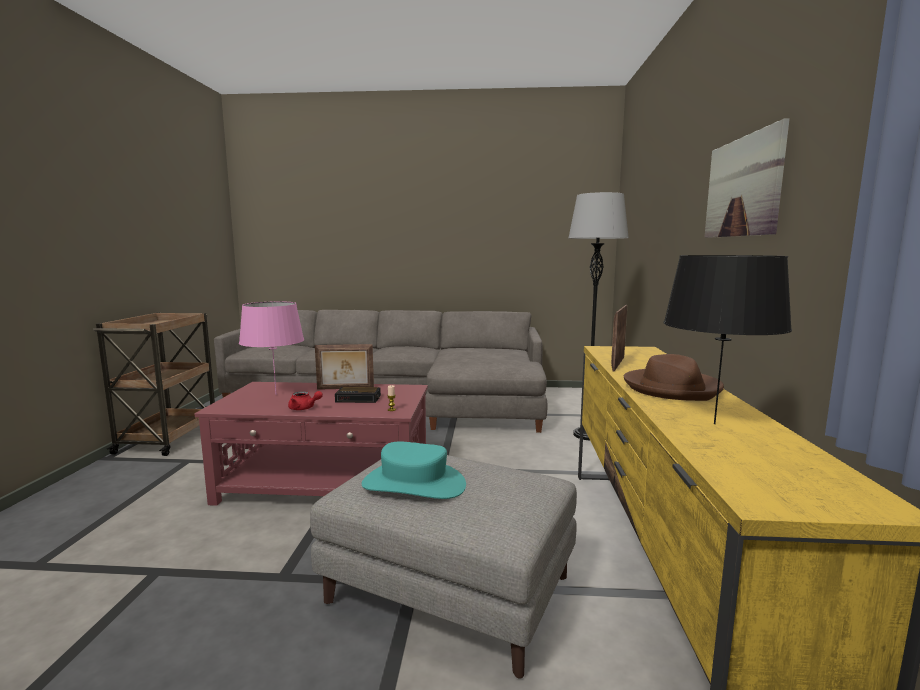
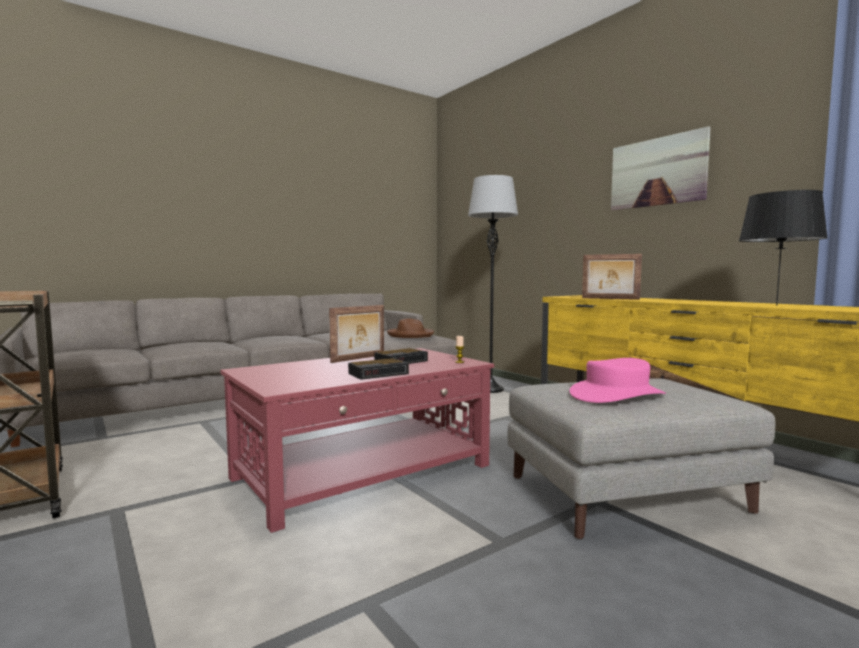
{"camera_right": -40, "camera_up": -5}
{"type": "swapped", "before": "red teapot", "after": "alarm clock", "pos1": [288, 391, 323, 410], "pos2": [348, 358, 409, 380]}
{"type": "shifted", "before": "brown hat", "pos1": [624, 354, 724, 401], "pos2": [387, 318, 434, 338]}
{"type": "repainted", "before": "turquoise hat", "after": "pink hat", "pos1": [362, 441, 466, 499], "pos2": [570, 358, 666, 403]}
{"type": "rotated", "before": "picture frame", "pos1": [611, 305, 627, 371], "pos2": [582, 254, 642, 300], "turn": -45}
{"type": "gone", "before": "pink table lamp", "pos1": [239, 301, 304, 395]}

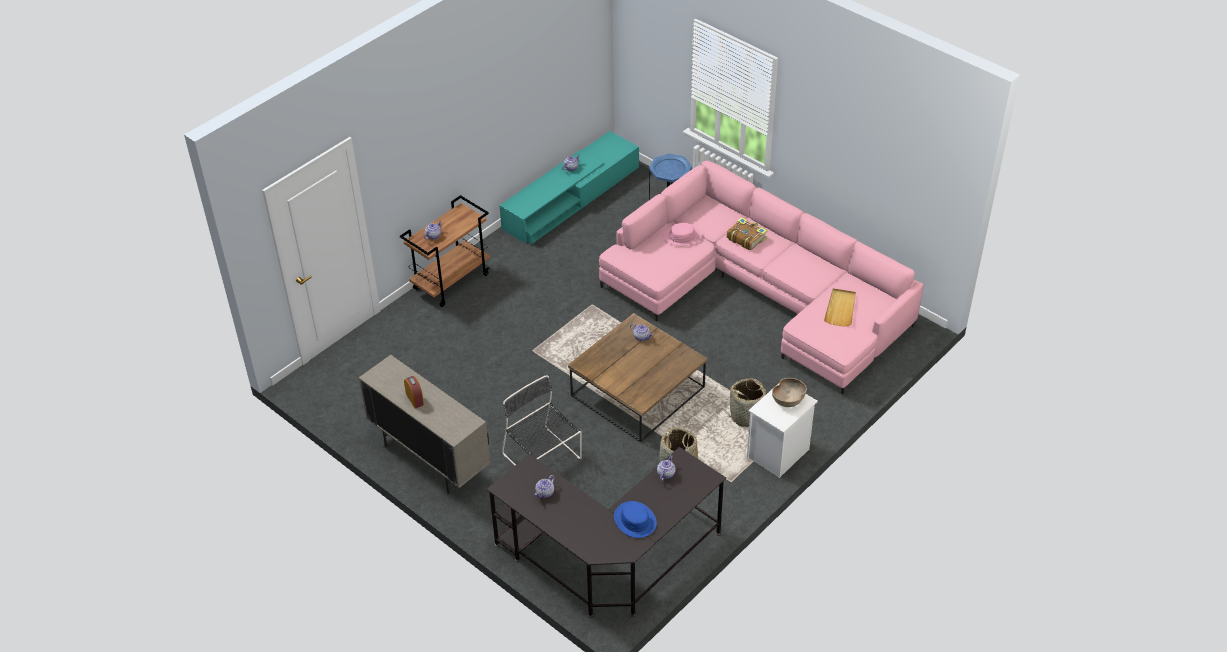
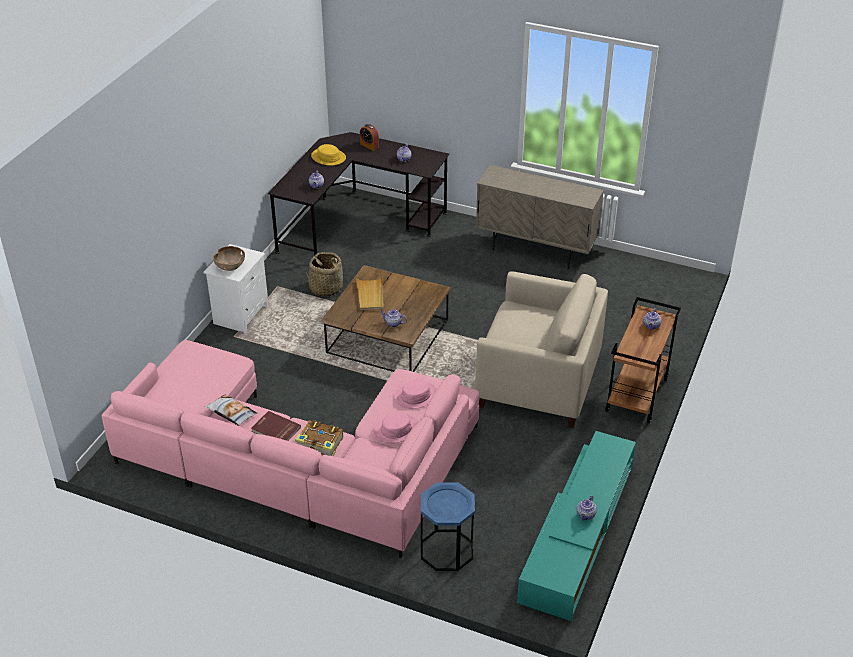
{"camera_right": 160, "camera_up": -5}
{"type": "new", "after": "pillow", "pos2": [205, 395, 257, 426]}
{"type": "new", "after": "red book", "pos2": [251, 411, 301, 441]}
{"type": "repainted", "before": "blue hat", "after": "yellow hat", "pos1": [614, 501, 657, 538], "pos2": [311, 144, 346, 166]}
{"type": "shifted", "before": "beige tray", "pos1": [824, 288, 856, 327], "pos2": [356, 276, 384, 310]}
{"type": "shifted", "before": "alarm clock", "pos1": [404, 376, 424, 408], "pos2": [360, 124, 379, 151]}
{"type": "new", "after": "pink hat", "pos2": [394, 379, 437, 409]}
{"type": "new", "after": "beige armchair", "pos2": [475, 271, 608, 428]}
{"type": "gone", "before": "black chair", "pos1": [502, 375, 582, 465]}
{"type": "gone", "before": "basket", "pos1": [726, 378, 767, 427]}

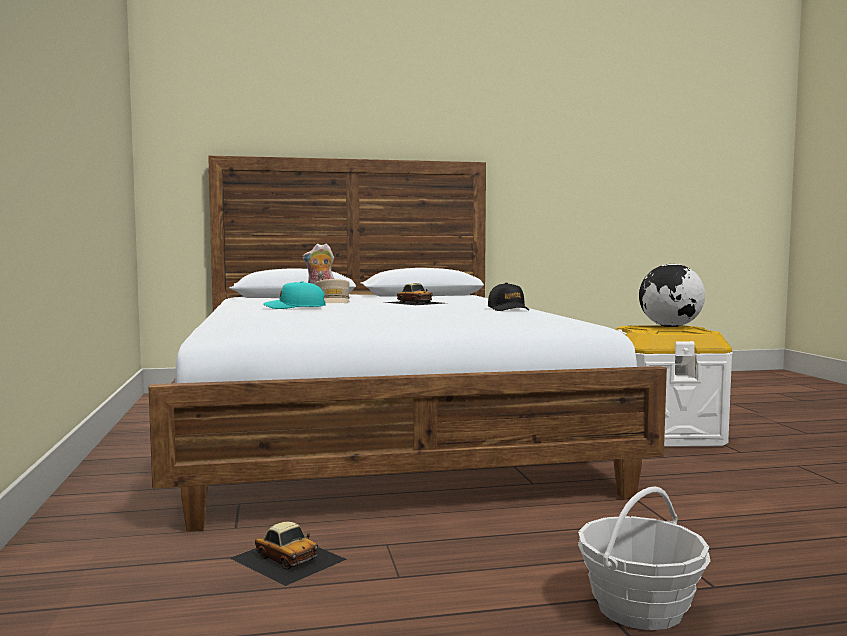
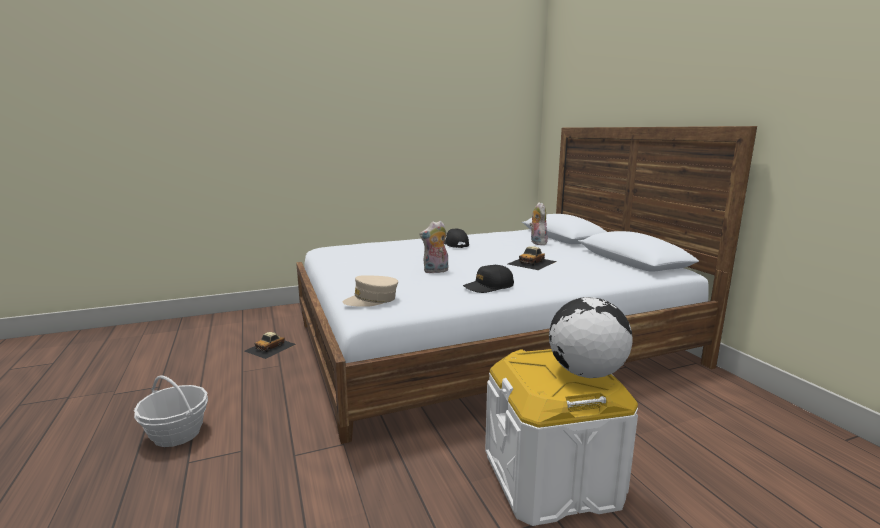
{"camera_right": 80, "camera_up": 10}
{"type": "shifted", "before": "beige cap", "pos1": [314, 279, 350, 303], "pos2": [343, 275, 398, 307]}
{"type": "new", "after": "plush toy", "pos2": [420, 221, 448, 273]}
{"type": "repainted", "before": "turquoise cap", "after": "black cap", "pos1": [263, 281, 325, 309], "pos2": [444, 228, 469, 248]}

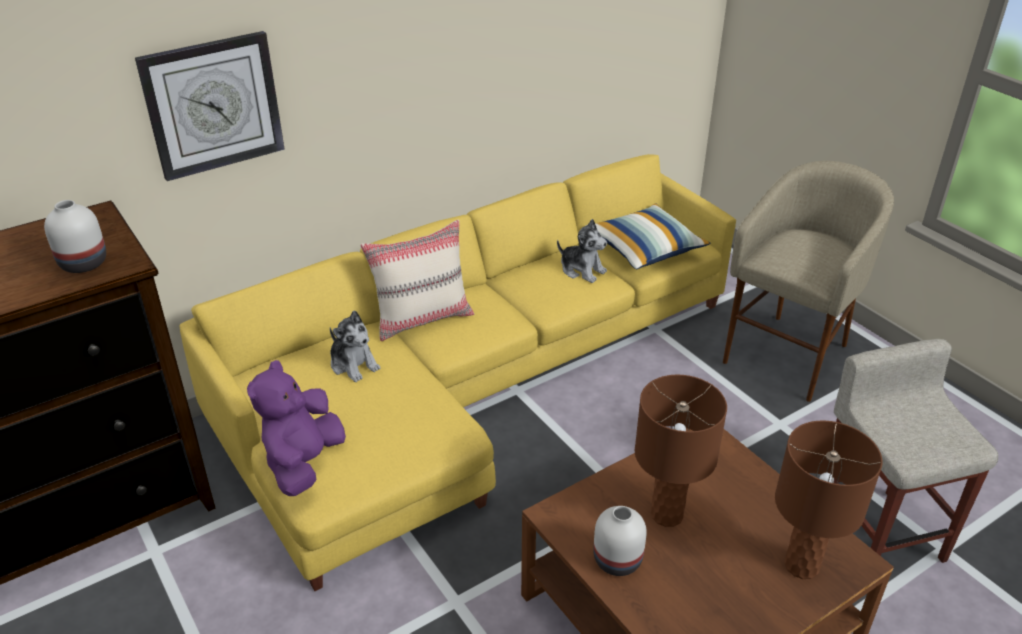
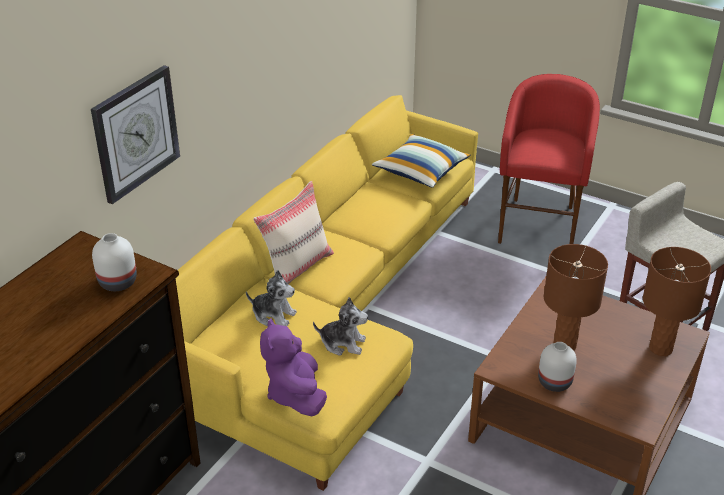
{"camera_right": -25, "camera_up": 0}
{"type": "shifted", "before": "plush toy", "pos1": [557, 219, 607, 283], "pos2": [313, 297, 368, 356]}
{"type": "repainted", "before": "beige stool", "after": "red stool", "pos1": [723, 161, 894, 402], "pos2": [498, 74, 600, 244]}

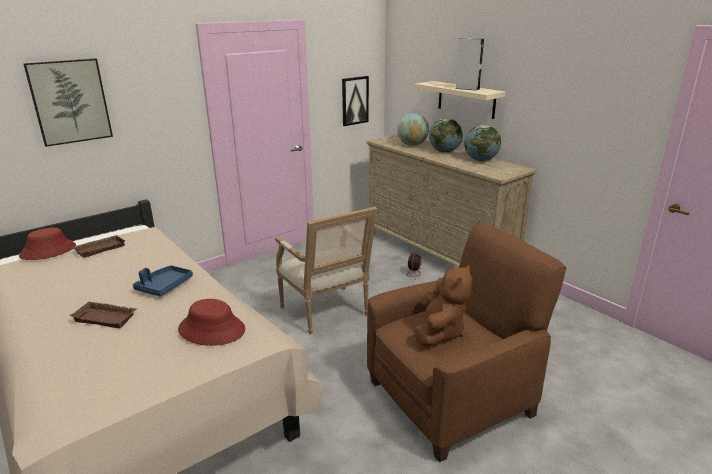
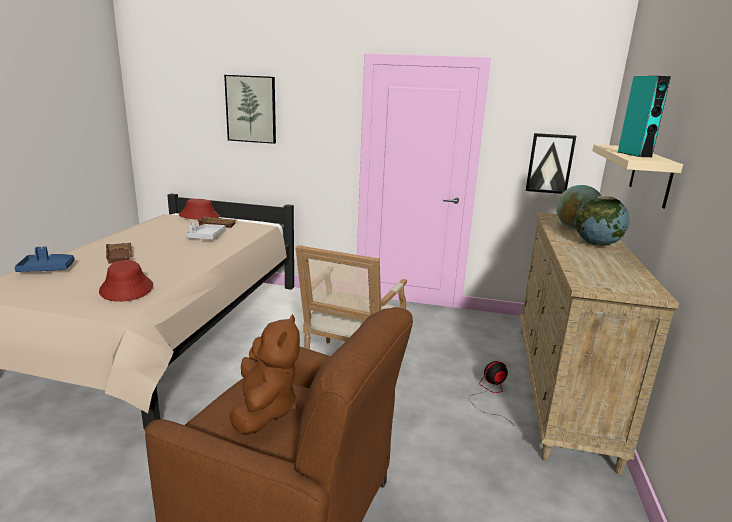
{"camera_right": 50, "camera_up": -5}
{"type": "shifted", "before": "blue tray", "pos1": [133, 265, 193, 297], "pos2": [15, 247, 75, 272]}
{"type": "new", "after": "grey tray", "pos2": [186, 223, 226, 239]}
{"type": "rotated", "before": "brown plush toy", "pos1": [414, 264, 472, 346], "pos2": [229, 314, 300, 435], "turn": -75}
{"type": "repainted", "before": "grey speaker", "after": "turquoise speaker", "pos1": [456, 38, 484, 91], "pos2": [618, 76, 671, 157]}
{"type": "gone", "before": "globe", "pos1": [464, 125, 501, 161]}

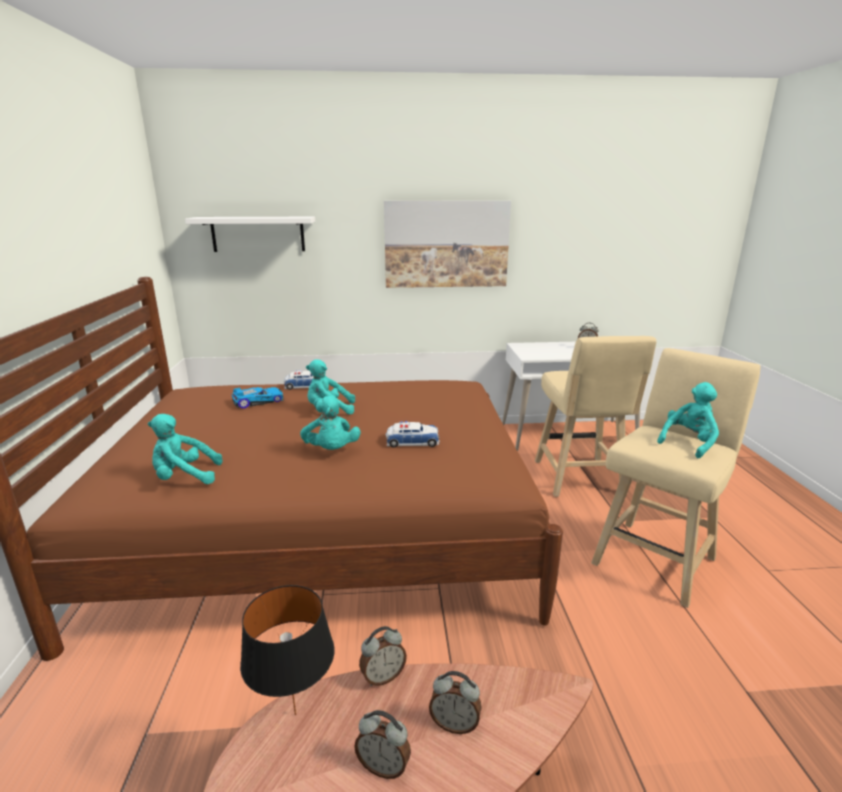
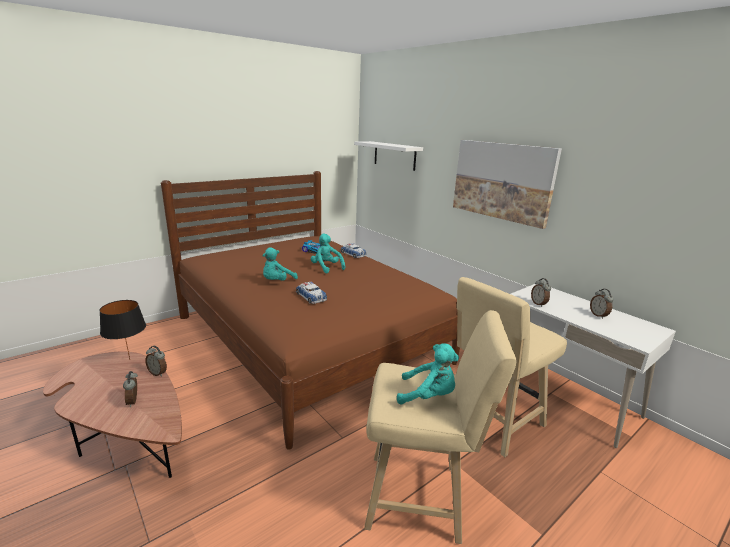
{"camera_right": 55, "camera_up": 0}
{"type": "shifted", "before": "alarm clock", "pos1": [354, 710, 411, 779], "pos2": [531, 278, 551, 307]}
{"type": "gone", "before": "turquoise plush toy", "pos1": [148, 414, 223, 484]}

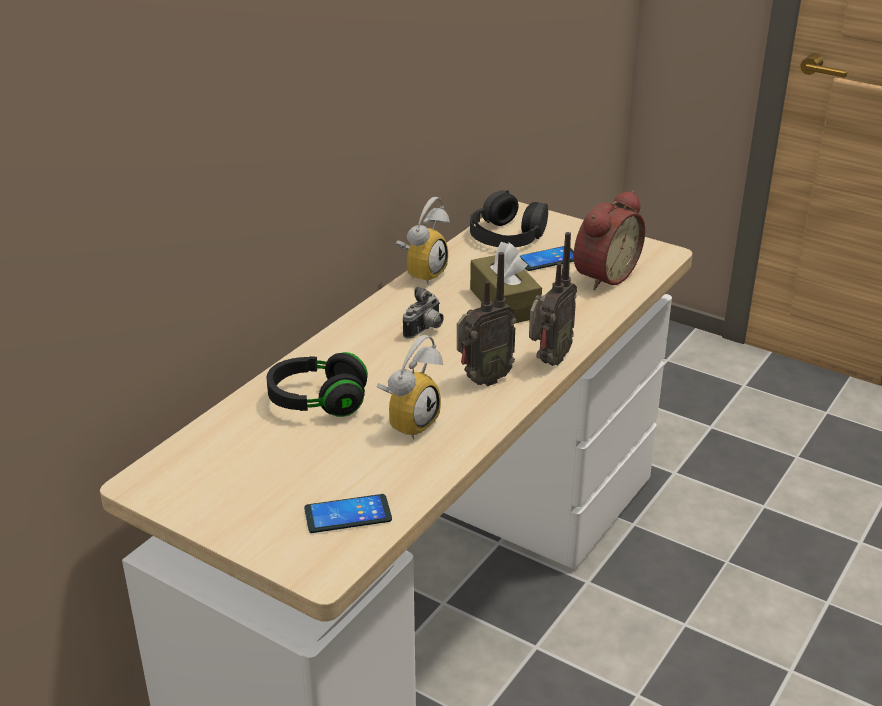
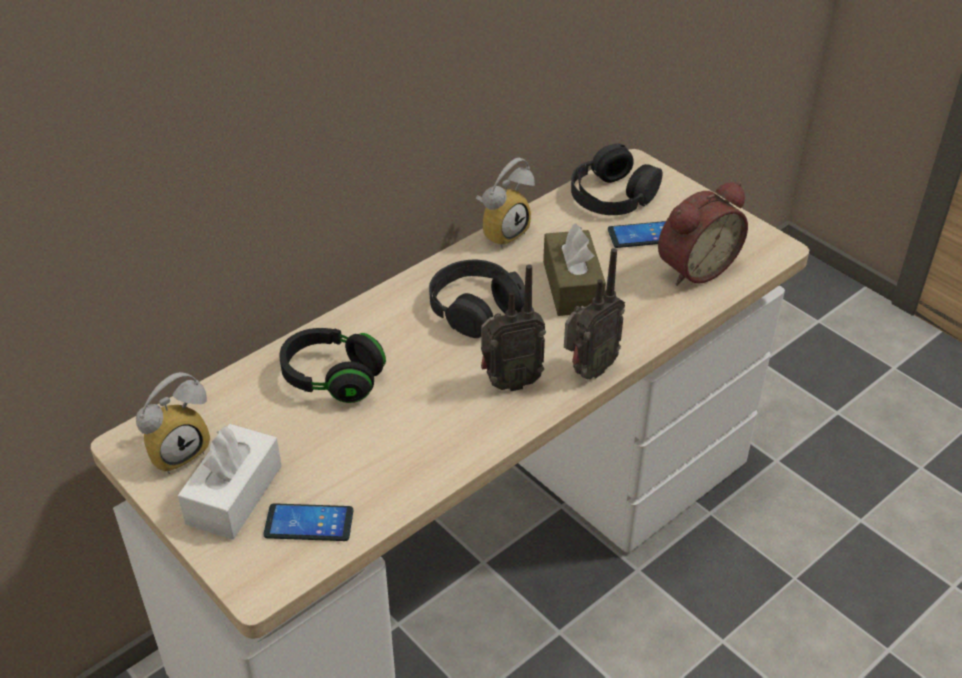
{"camera_right": 15, "camera_up": 10}
{"type": "shifted", "before": "alarm clock", "pos1": [377, 335, 443, 440], "pos2": [136, 372, 210, 474]}
{"type": "new", "after": "white tissue box", "pos2": [178, 424, 282, 540]}
{"type": "swapped", "before": "photo camera", "after": "black headphones", "pos1": [403, 287, 444, 339], "pos2": [429, 260, 525, 338]}

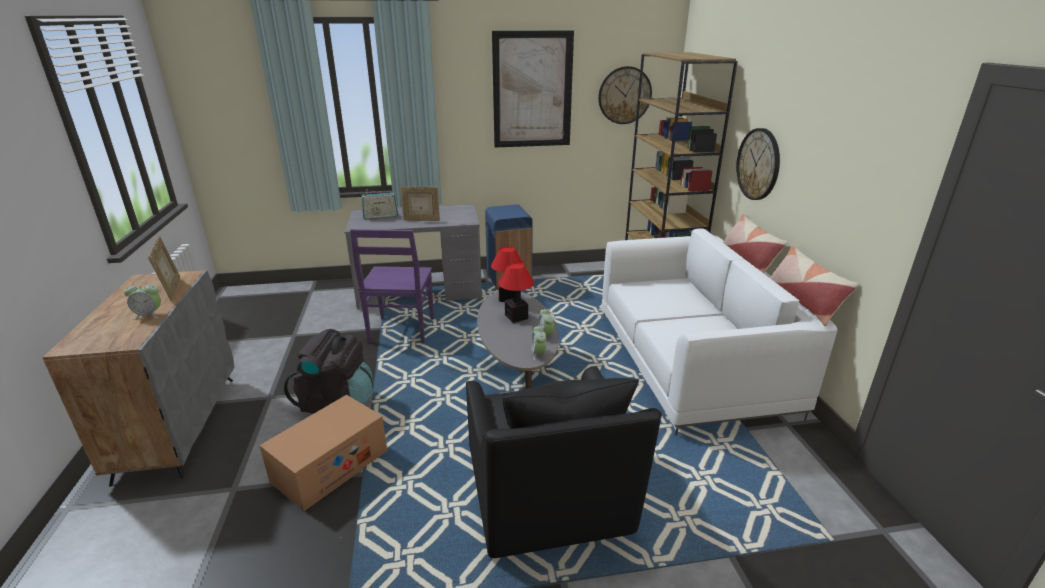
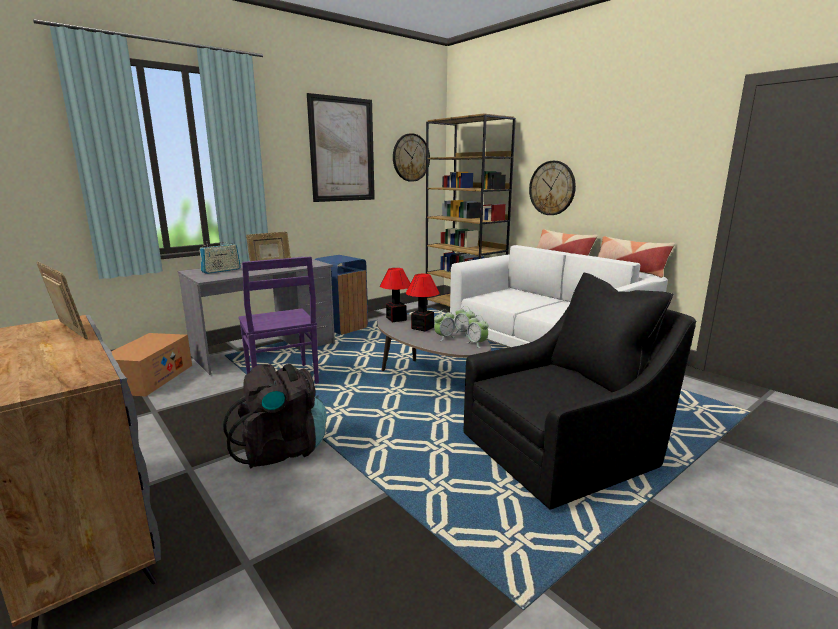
{"camera_right": -30, "camera_up": -10}
{"type": "shifted", "before": "cardboard box", "pos1": [259, 395, 387, 511], "pos2": [111, 333, 192, 397]}
{"type": "shifted", "before": "alarm clock", "pos1": [124, 281, 161, 320], "pos2": [434, 311, 455, 341]}
{"type": "rotated", "before": "black armchair", "pos1": [466, 366, 662, 558], "pos2": [464, 272, 697, 510], "turn": -75}

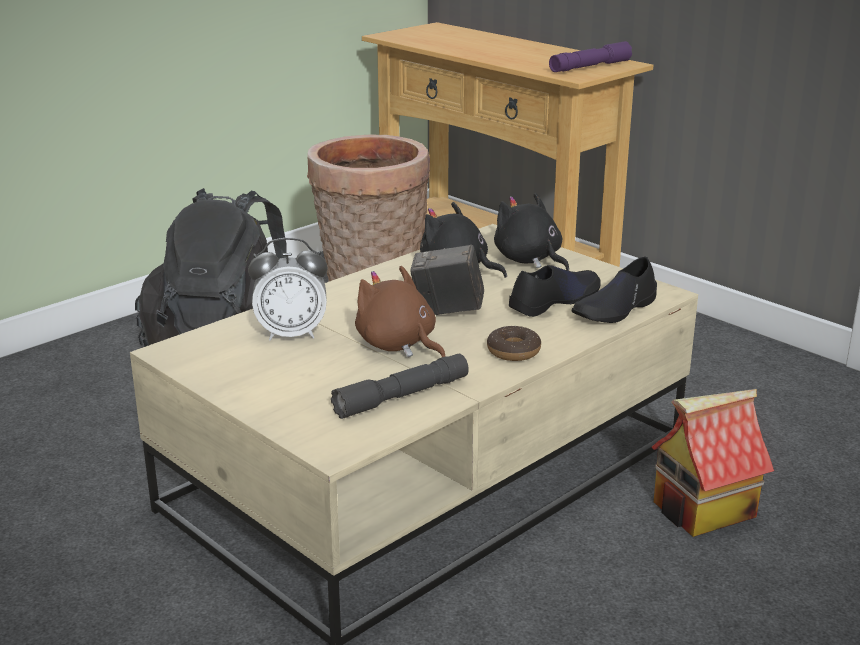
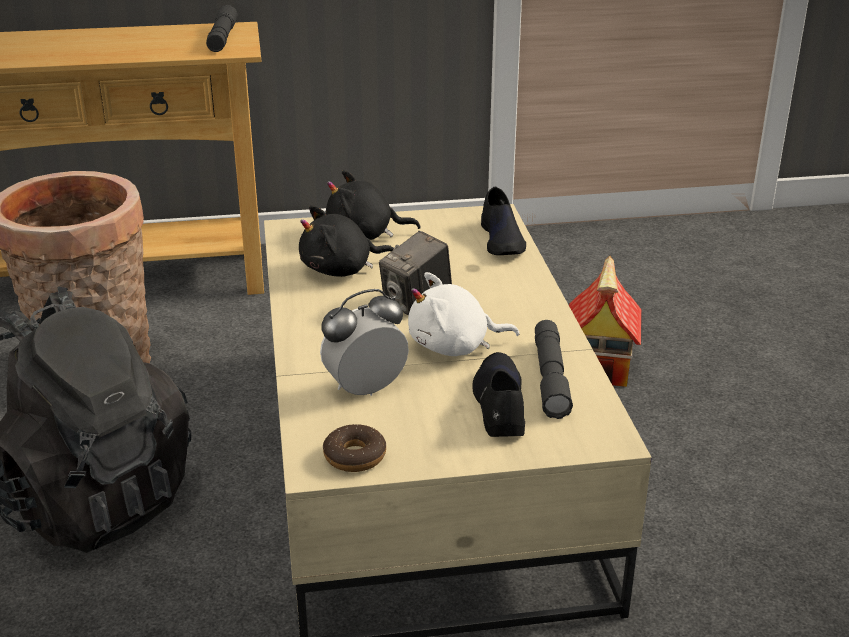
{"camera_right": -55, "camera_up": 5}
{"type": "repainted", "before": "purple flashlight", "after": "grey flashlight", "pos1": [549, 41, 632, 72], "pos2": [206, 5, 238, 52]}
{"type": "rotated", "before": "alarm clock", "pos1": [248, 238, 328, 341], "pos2": [320, 289, 409, 396], "turn": -150}
{"type": "shifted", "before": "donut", "pos1": [487, 326, 541, 361], "pos2": [323, 424, 386, 472]}
{"type": "repainted", "before": "brown plush toy", "after": "white plush toy", "pos1": [355, 266, 445, 357], "pos2": [408, 272, 519, 356]}
{"type": "shifted", "before": "black shoe", "pos1": [509, 265, 601, 317], "pos2": [472, 352, 525, 437]}

